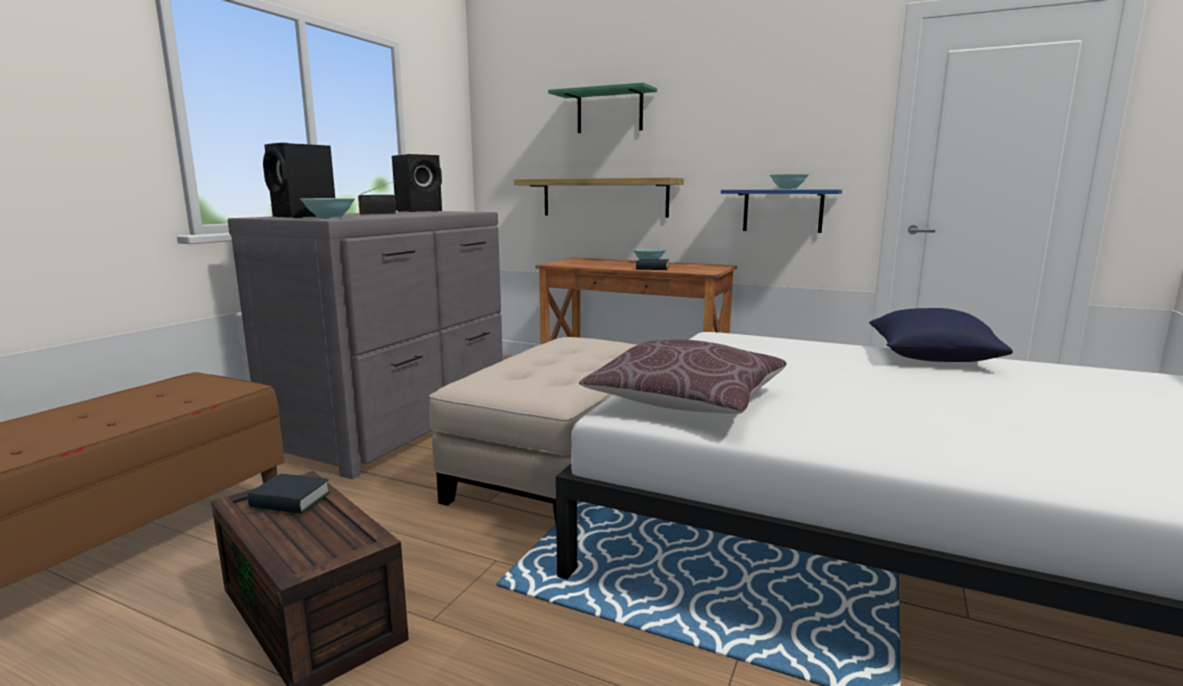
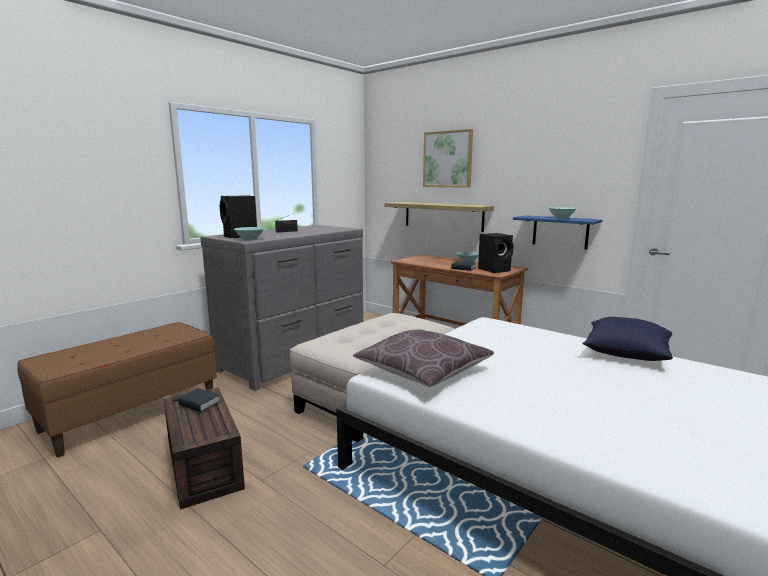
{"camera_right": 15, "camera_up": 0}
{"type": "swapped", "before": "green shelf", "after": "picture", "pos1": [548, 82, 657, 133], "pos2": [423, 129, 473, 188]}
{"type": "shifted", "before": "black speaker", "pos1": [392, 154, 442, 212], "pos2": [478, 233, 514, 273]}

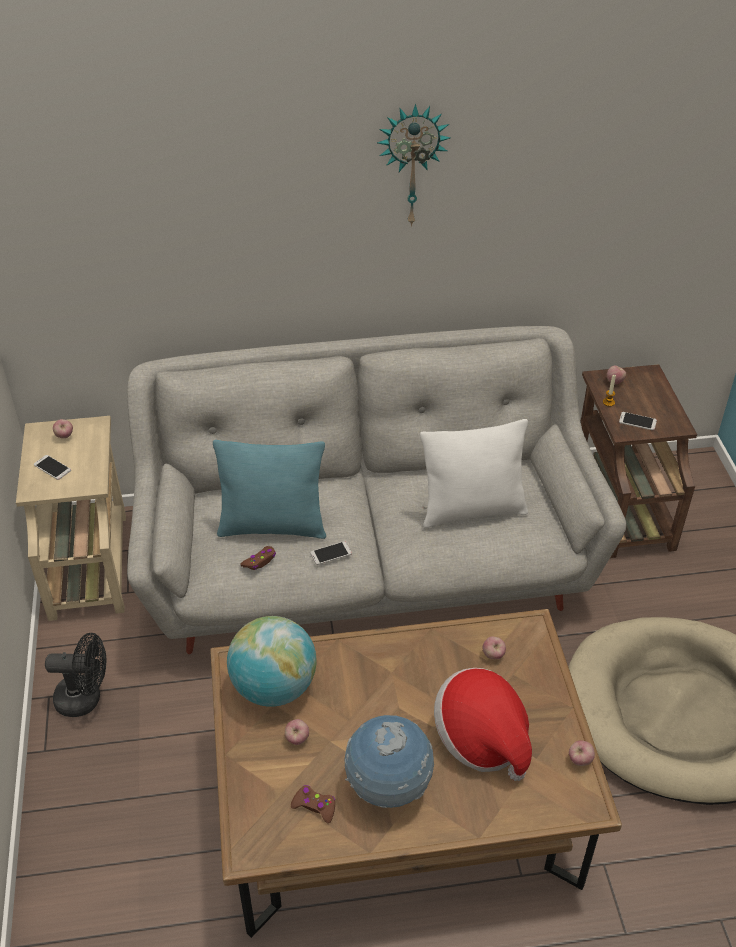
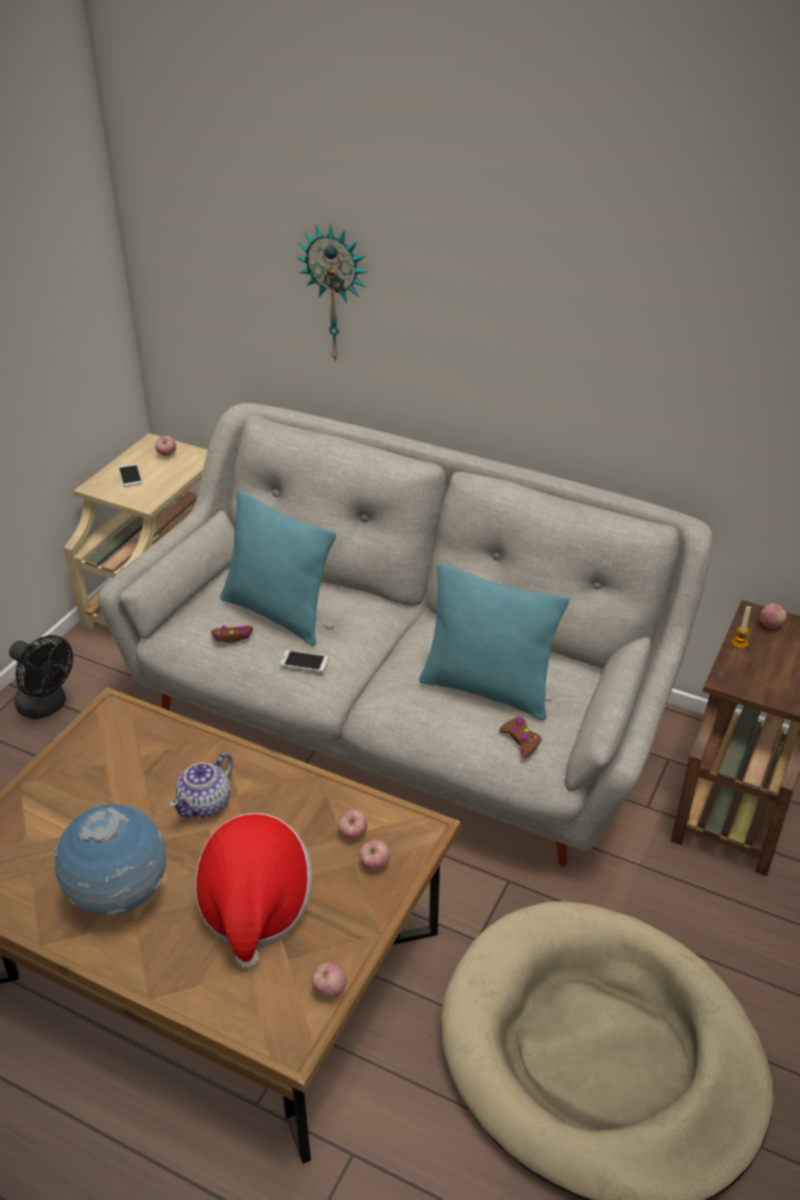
{"camera_right": 35, "camera_up": -5}
{"type": "new", "after": "teapot", "pos2": [169, 753, 233, 818]}
{"type": "shifted", "before": "wall clock", "pos1": [377, 104, 451, 227], "pos2": [297, 224, 368, 363]}
{"type": "shifted", "before": "apple", "pos1": [285, 719, 309, 745], "pos2": [359, 840, 390, 870]}
{"type": "repainted", "before": "white pillow", "after": "turquoise pillow", "pos1": [420, 419, 528, 528], "pos2": [419, 563, 569, 720]}
{"type": "shifted", "before": "brown game controller", "pos1": [291, 785, 336, 823], "pos2": [499, 717, 542, 758]}
{"type": "gone", "before": "globe", "pos1": [227, 616, 317, 707]}
{"type": "gone", "before": "phone", "pos1": [619, 412, 657, 430]}

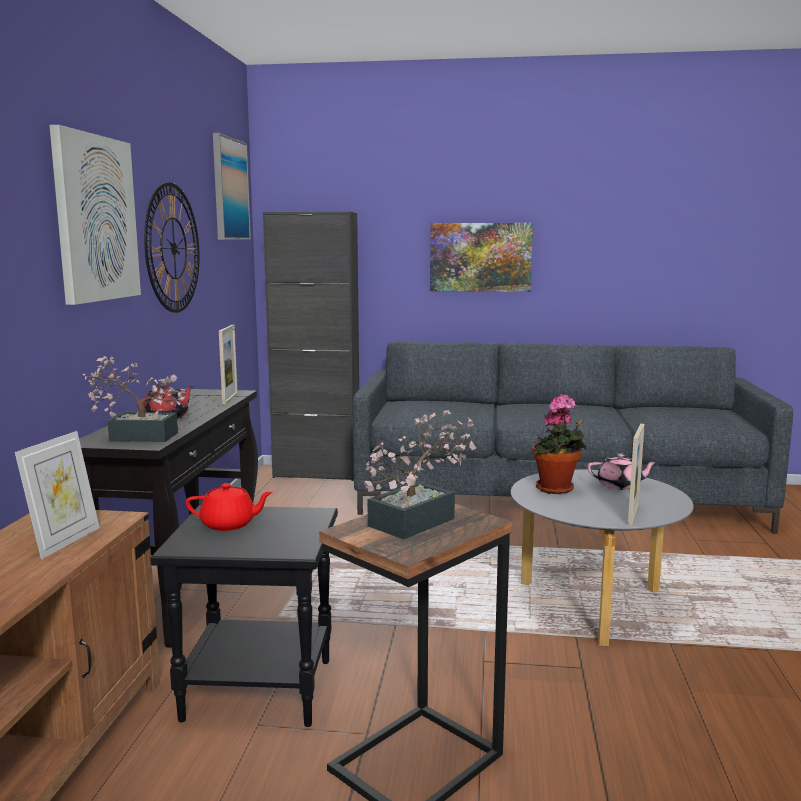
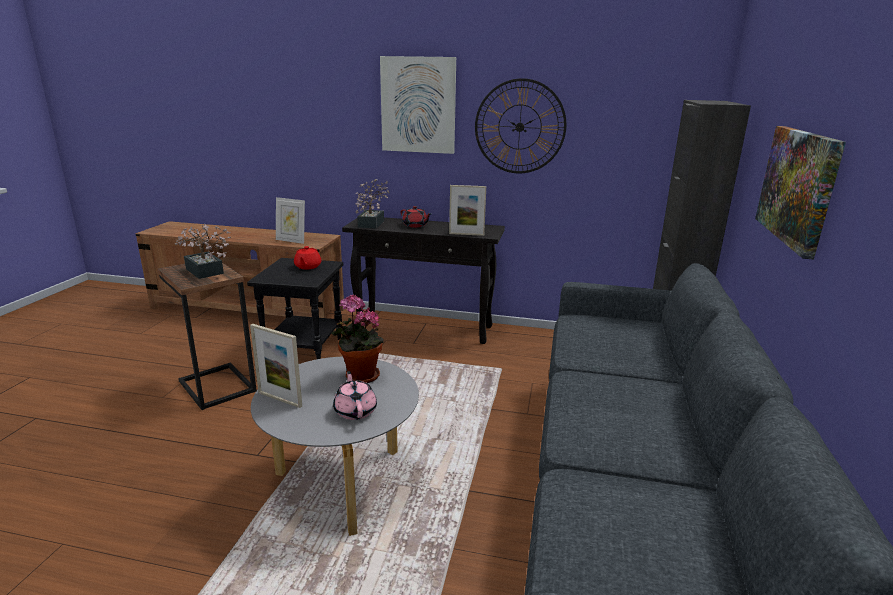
{"camera_right": 95, "camera_up": 10}
{"type": "rotated", "before": "pink teapot", "pos1": [587, 453, 658, 490], "pos2": [333, 371, 377, 420], "turn": 150}
{"type": "gone", "before": "picture", "pos1": [213, 133, 251, 240]}

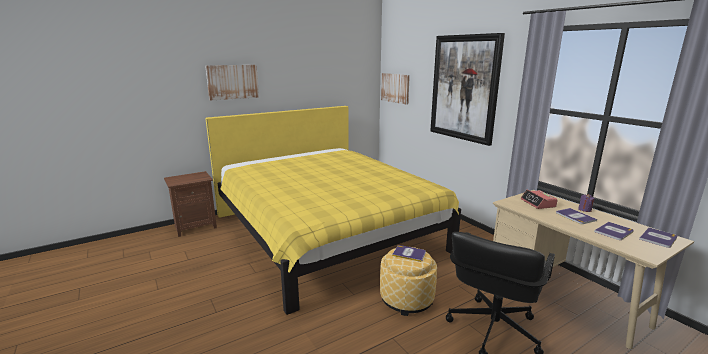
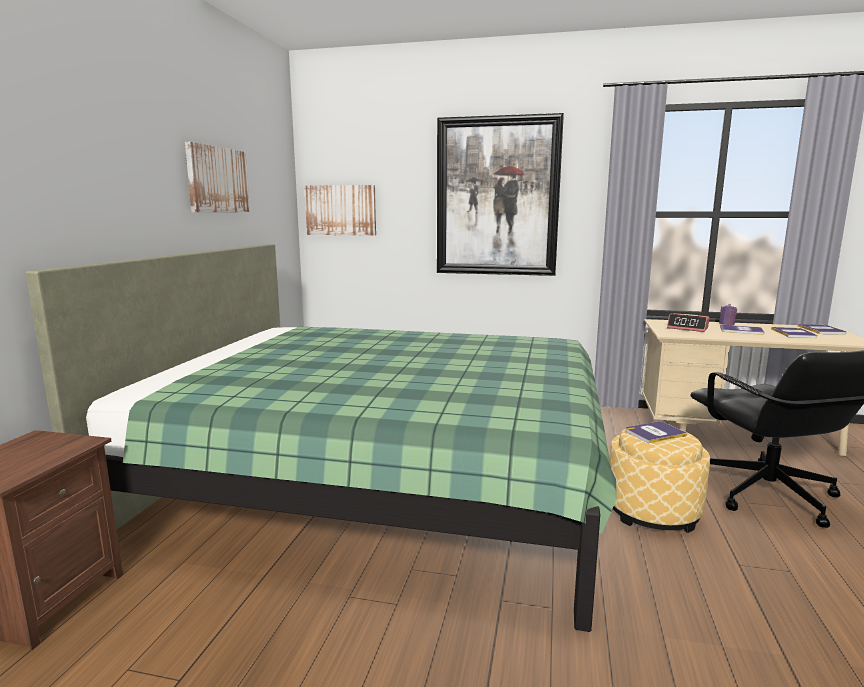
{"camera_right": -45, "camera_up": -5}
{"type": "repainted", "before": "yellow bed", "after": "green bed", "pos1": [205, 106, 461, 315], "pos2": [26, 244, 617, 632]}
{"type": "shifted", "before": "picture", "pos1": [205, 65, 259, 101], "pos2": [185, 142, 250, 212]}

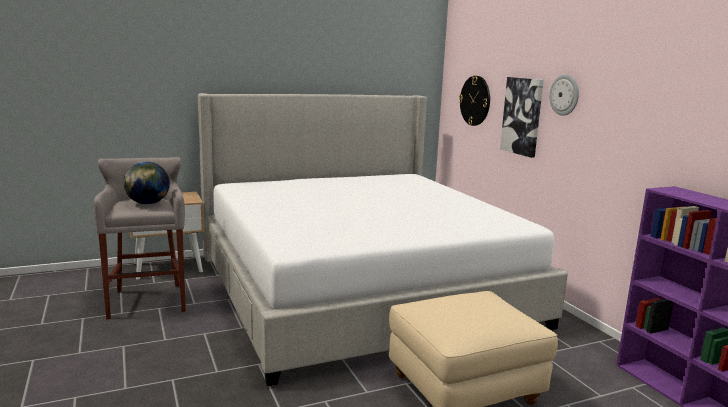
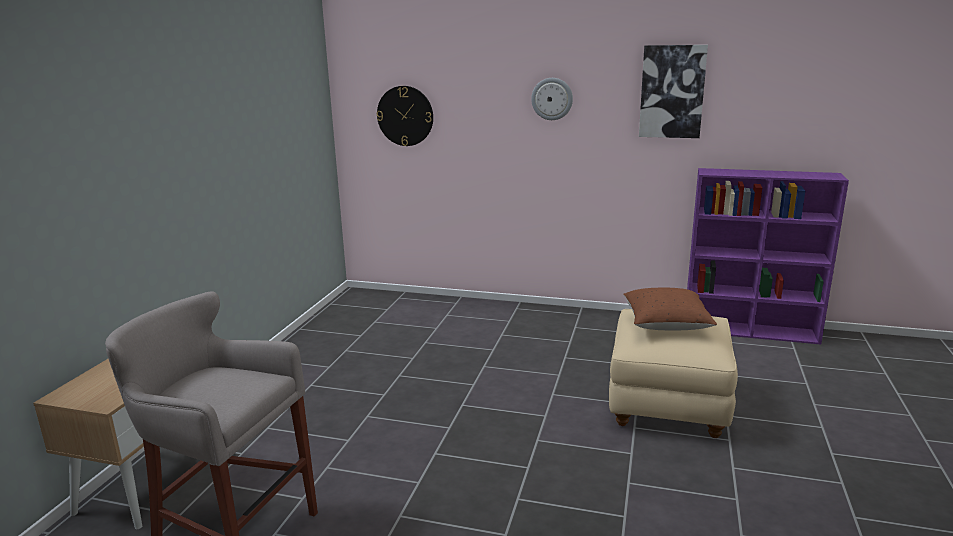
{"camera_right": -50, "camera_up": 5}
{"type": "new", "after": "brown pillow", "pos2": [623, 288, 717, 330]}
{"type": "shifted", "before": "picture", "pos1": [500, 77, 544, 158], "pos2": [639, 45, 708, 138]}
{"type": "gone", "before": "globe", "pos1": [124, 162, 170, 204]}
{"type": "gone", "before": "bed", "pos1": [198, 93, 568, 386]}

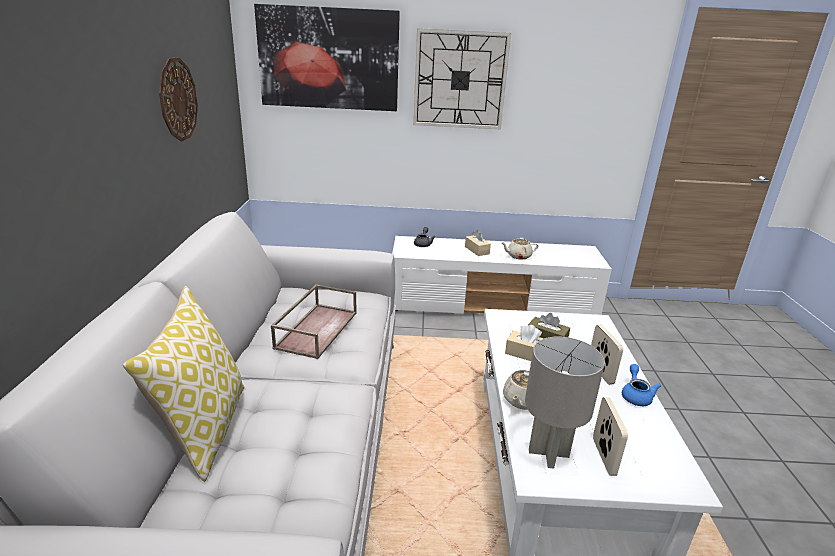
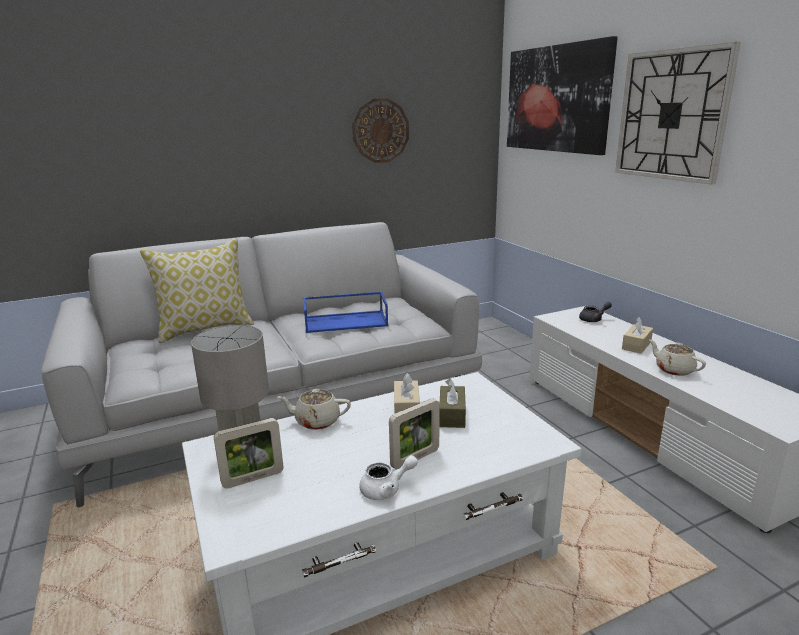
{"camera_right": 65, "camera_up": -5}
{"type": "repainted", "before": "brown tray", "after": "blue tray", "pos1": [271, 284, 357, 359], "pos2": [303, 292, 388, 333]}
{"type": "repainted", "before": "blue teapot", "after": "white teapot", "pos1": [622, 364, 661, 406], "pos2": [359, 455, 418, 500]}

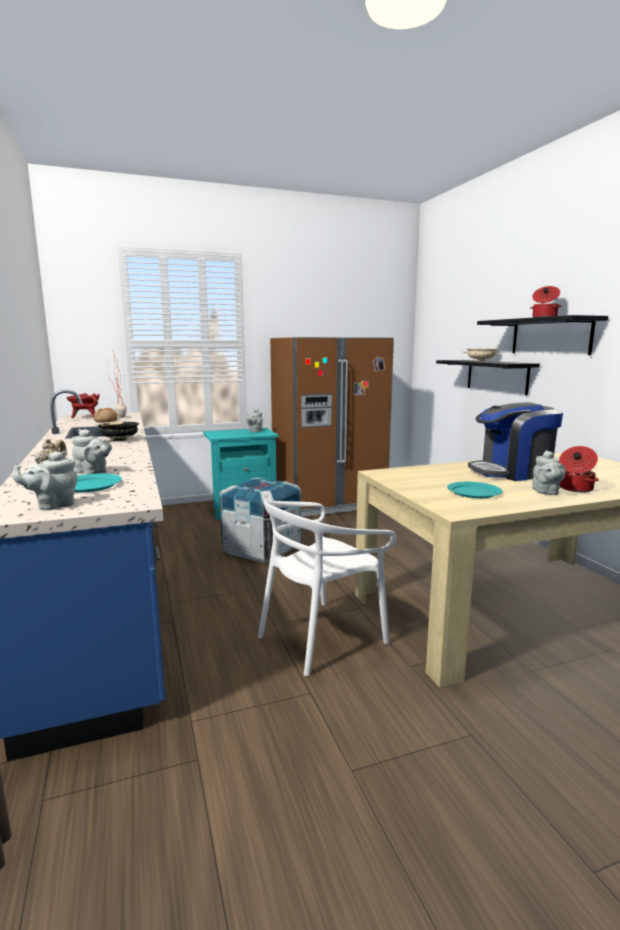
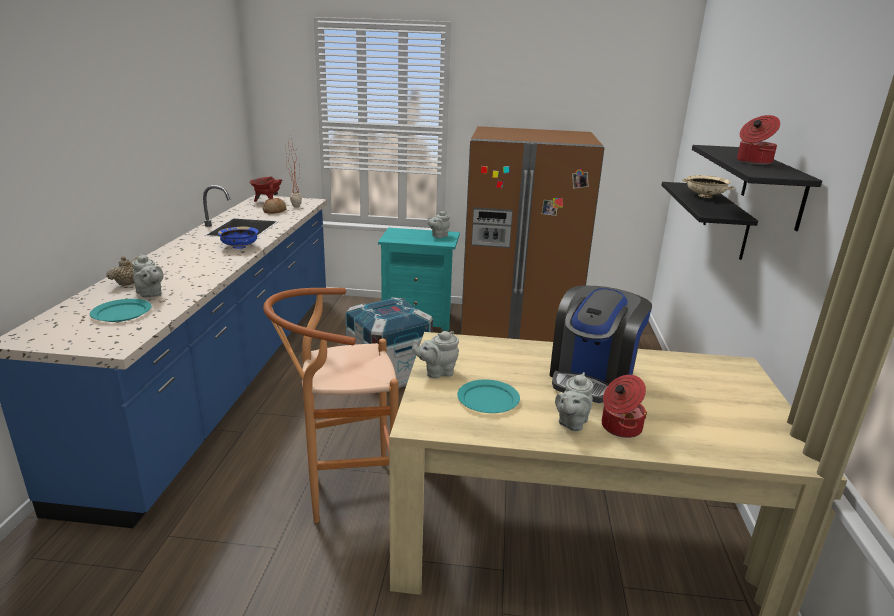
{"camera_right": 25, "camera_up": 10}
{"type": "repainted", "before": "black bowl", "after": "blue bowl", "pos1": [98, 422, 139, 441], "pos2": [218, 227, 259, 249]}
{"type": "swapped", "before": "white chair", "after": "brown stool", "pos1": [258, 500, 397, 676], "pos2": [263, 288, 398, 523]}
{"type": "shifted", "before": "grey teapot", "pos1": [12, 451, 78, 510], "pos2": [412, 331, 459, 378]}
{"type": "rotated", "before": "coffee machine", "pos1": [468, 402, 563, 481], "pos2": [549, 286, 652, 403], "turn": -75}

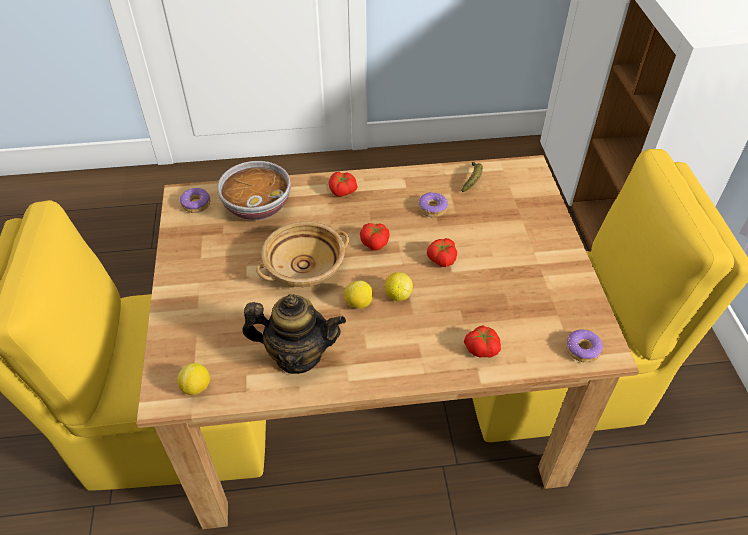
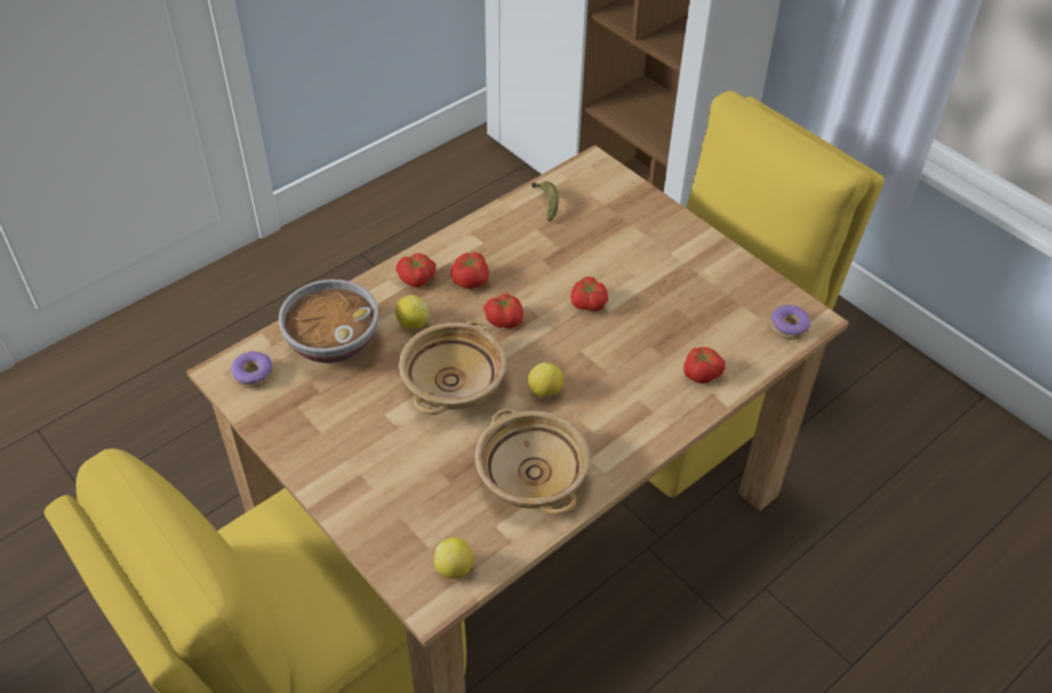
{"camera_right": -35, "camera_up": 0}
{"type": "shifted", "before": "lemon", "pos1": [385, 272, 413, 301], "pos2": [396, 295, 429, 329]}
{"type": "new", "after": "tomato", "pos2": [451, 252, 489, 289]}
{"type": "swapped", "before": "teapot", "after": "beige bowl", "pos1": [242, 294, 346, 374], "pos2": [475, 408, 590, 515]}
{"type": "gone", "before": "donut", "pos1": [419, 192, 448, 217]}

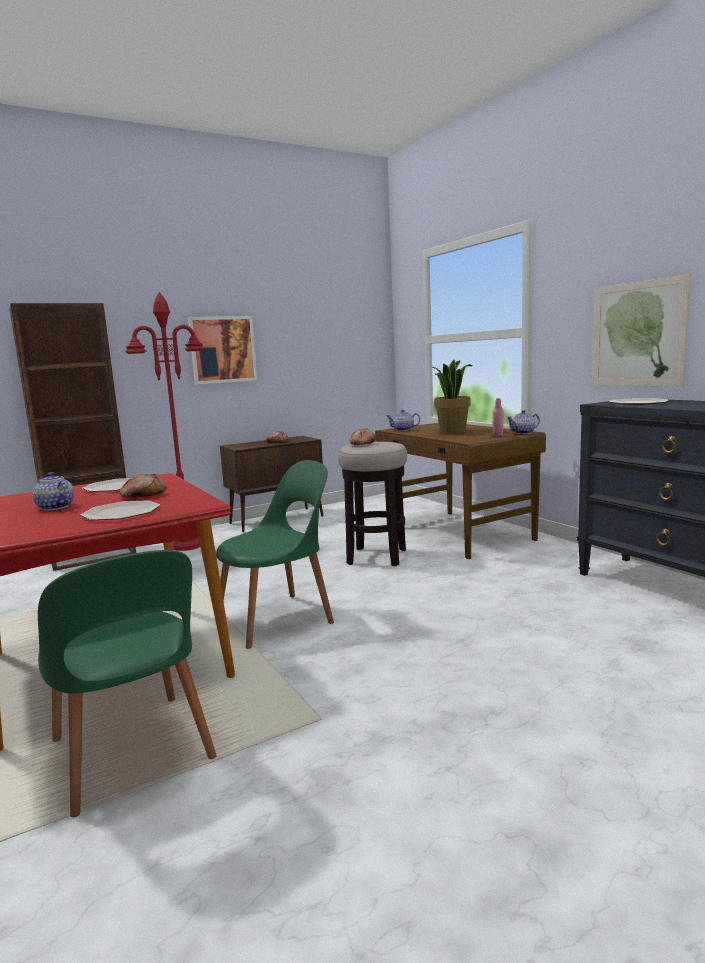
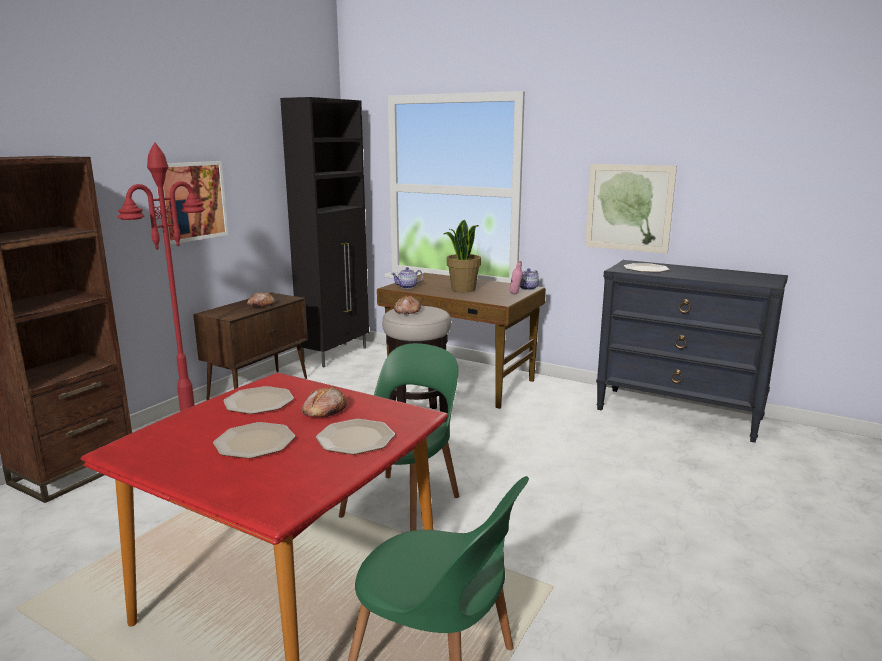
{"camera_right": -30, "camera_up": 5}
{"type": "swapped", "before": "teapot", "after": "plate", "pos1": [33, 472, 74, 510], "pos2": [213, 422, 295, 459]}
{"type": "new", "after": "black cabinet", "pos2": [280, 97, 369, 367]}

